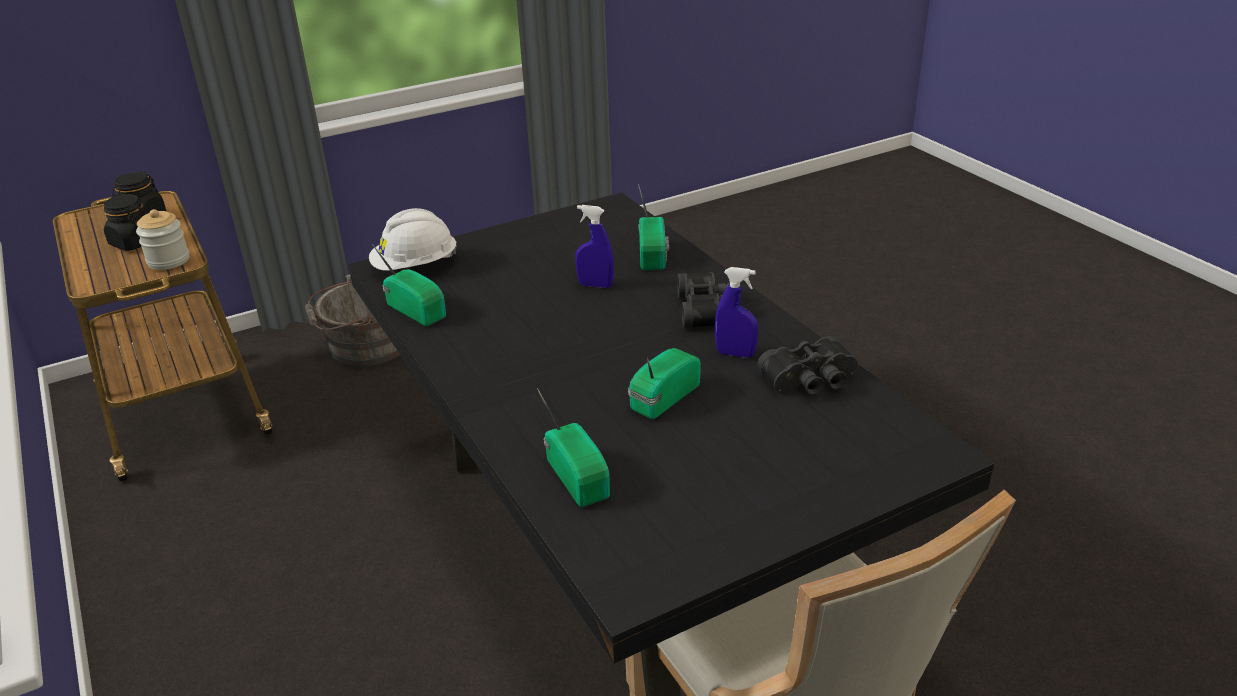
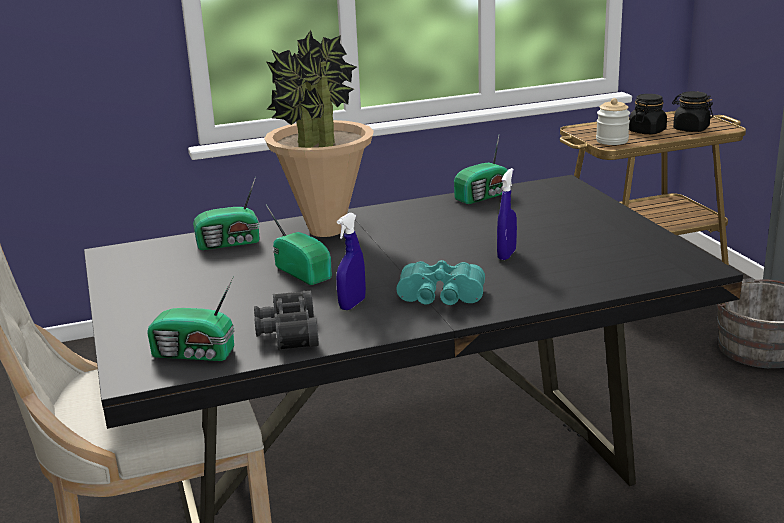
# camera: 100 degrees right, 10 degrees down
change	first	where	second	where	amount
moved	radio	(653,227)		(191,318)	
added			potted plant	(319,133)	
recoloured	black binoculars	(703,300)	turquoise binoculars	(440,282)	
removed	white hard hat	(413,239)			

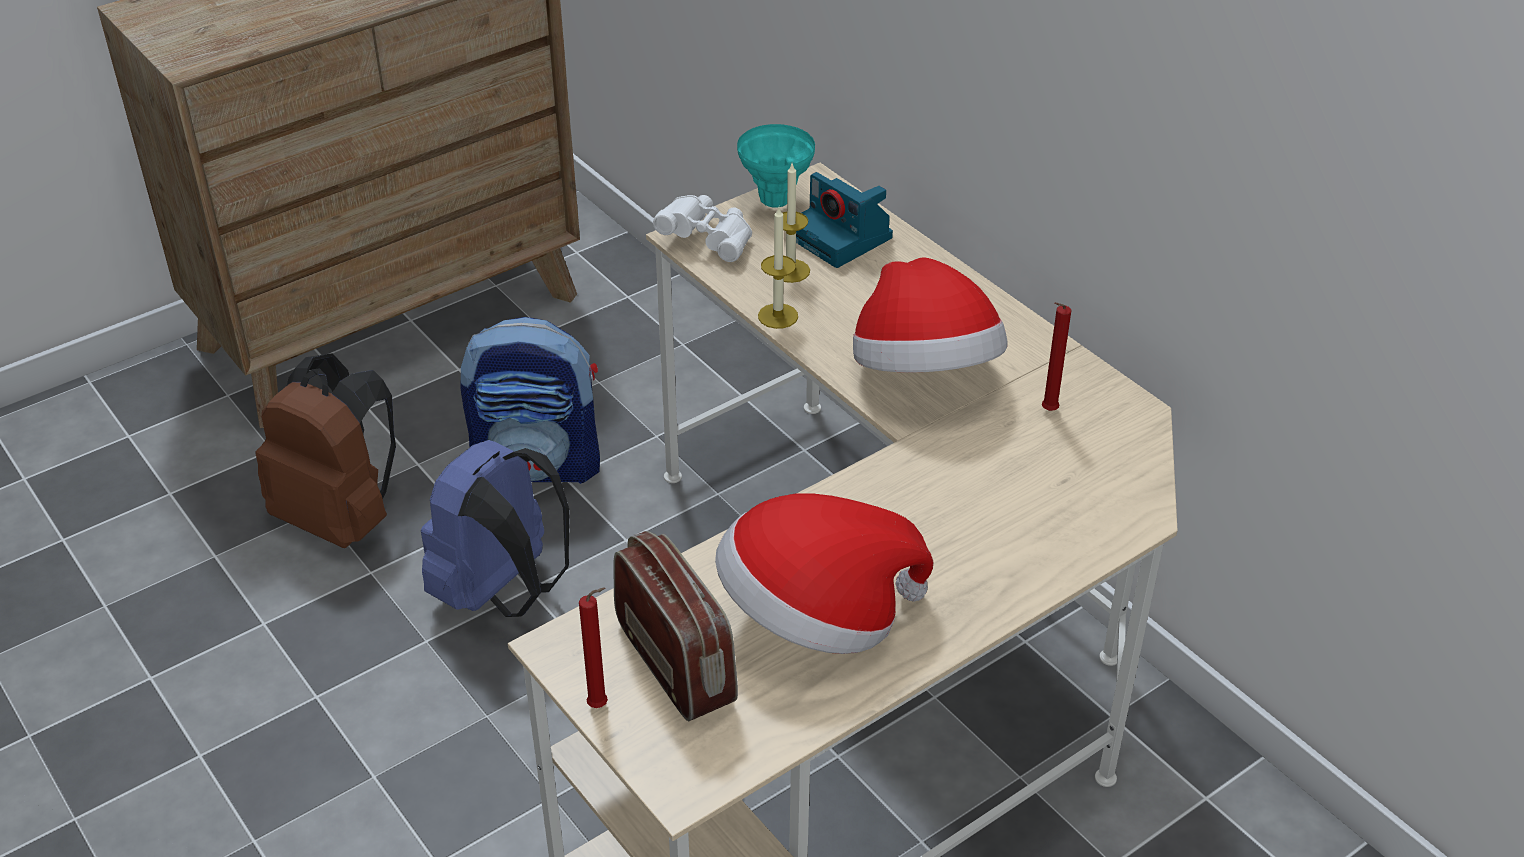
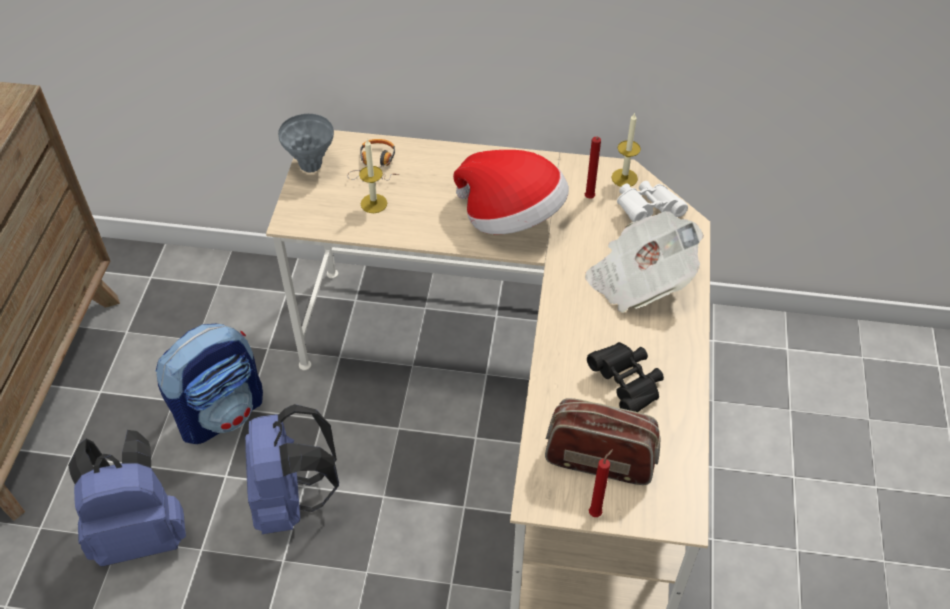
# camera: 45 degrees left, 10 degrees up
change	first	where	second	where	amount
recoloured	brown backpack	(326,450)	blue backpack	(127,498)	
recoloured	turquoise vase	(776,166)	grey vase	(306,143)	
replaced	photo camera	(844,220)	headphones	(373,160)	
added			newspaper	(644,262)	
replaced	hat	(824,573)	black binoculars	(625,377)	
moved	candle	(778,268)		(626,149)	
moved	white binoculars	(702,228)		(652,201)	

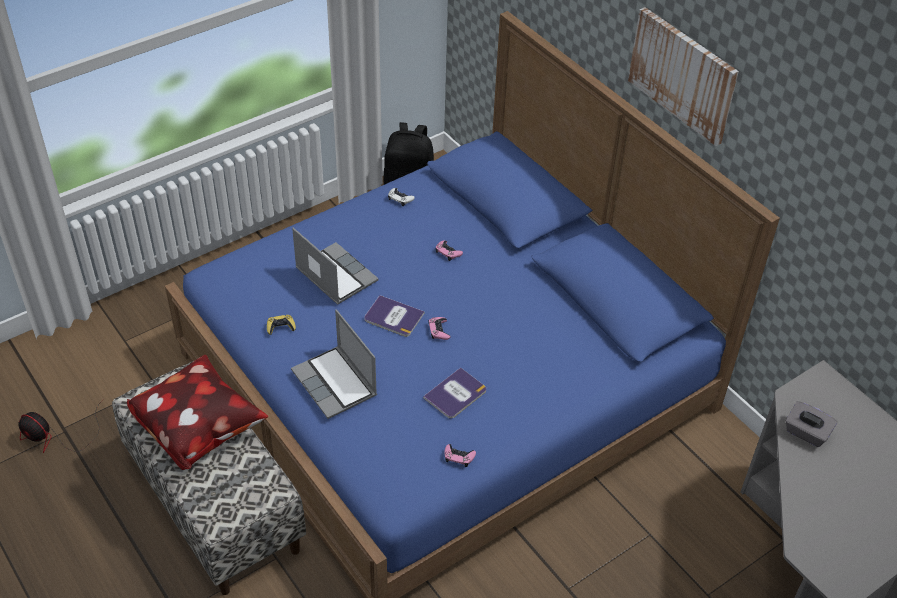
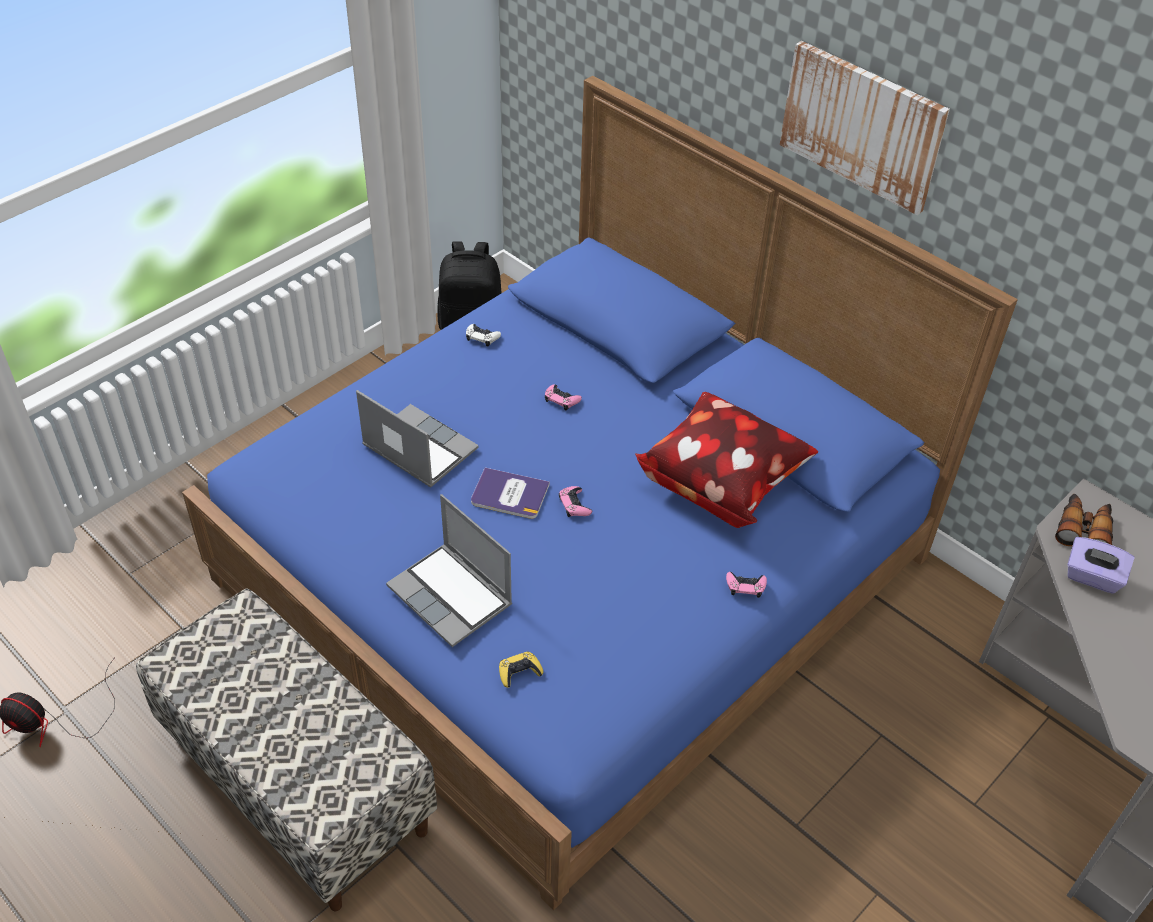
# camera: 10 degrees left, 0 degrees up
change	first	where	second	where	amount
moved	yellow game controller	(281,325)		(521,670)	
moved	pillow	(197,412)		(726,460)	
moved	pink game controller	(460,455)		(746,585)	
added			binoculars	(1084,520)	
recoloured	grey tissue box	(811,424)	purple tissue box	(1101,565)	
removed	book	(454,393)			

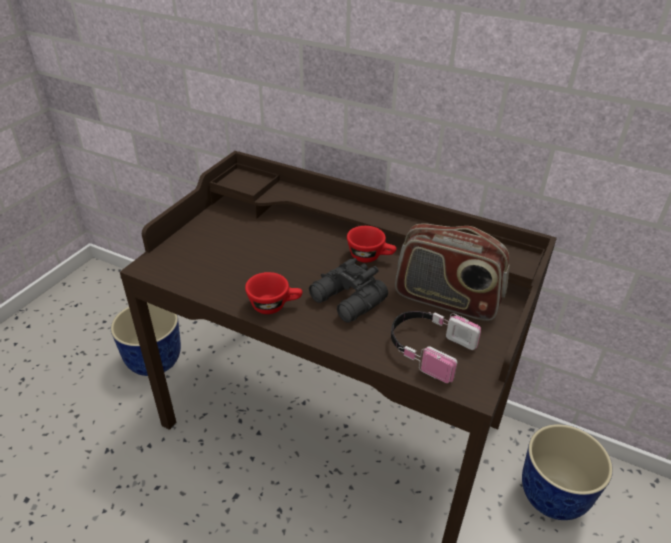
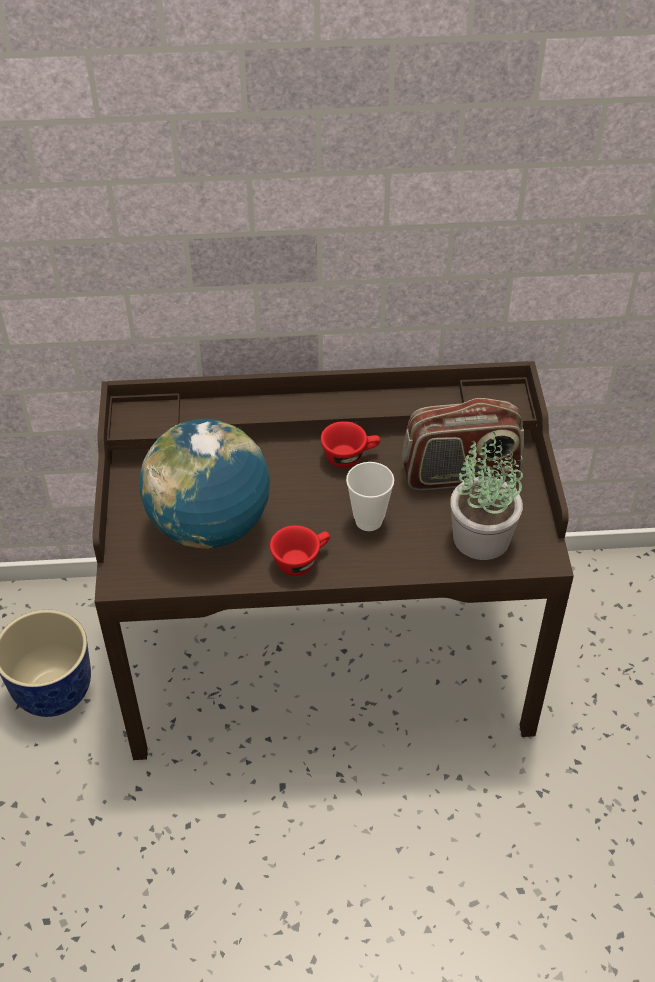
# camera: 30 degrees left, 10 degrees up
change	first	where	second	where	amount
added			globe	(205,484)	
replaced	black binoculars	(348,290)	cup	(370,496)	
replaced	headphones	(436,347)	potted plant	(486,496)	
removed	planter	(567,472)			

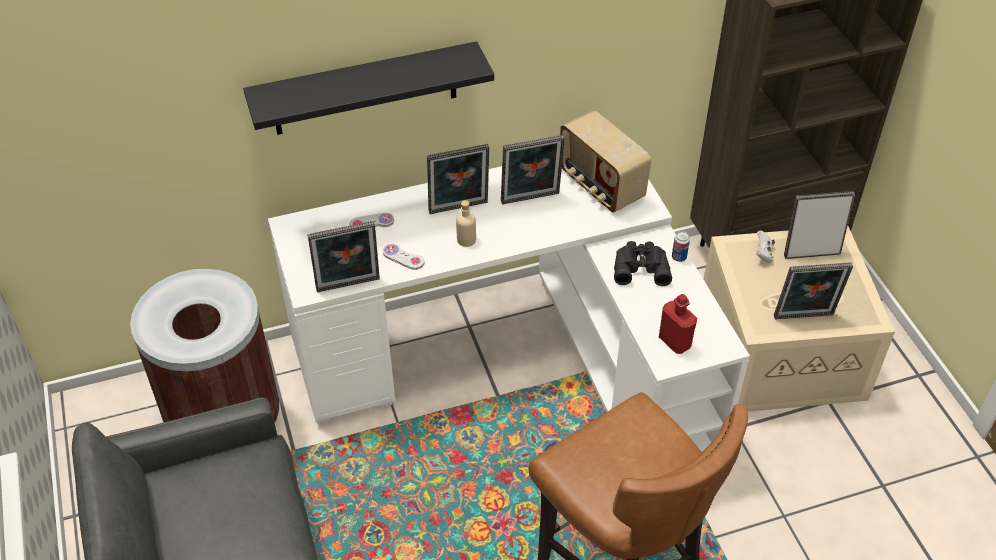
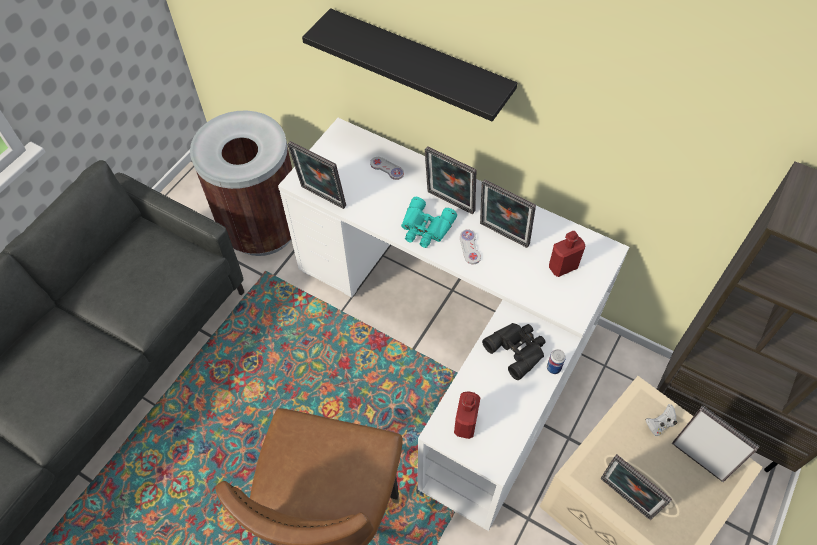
# camera: 50 degrees right, 10 degrees up
change	first	where	second	where	amount
replaced	beige bottle	(466,223)	turquoise binoculars	(429,222)	
moved	white game controller	(403,257)		(470,247)	
replaced	radio	(605,161)	red bottle	(567,254)	

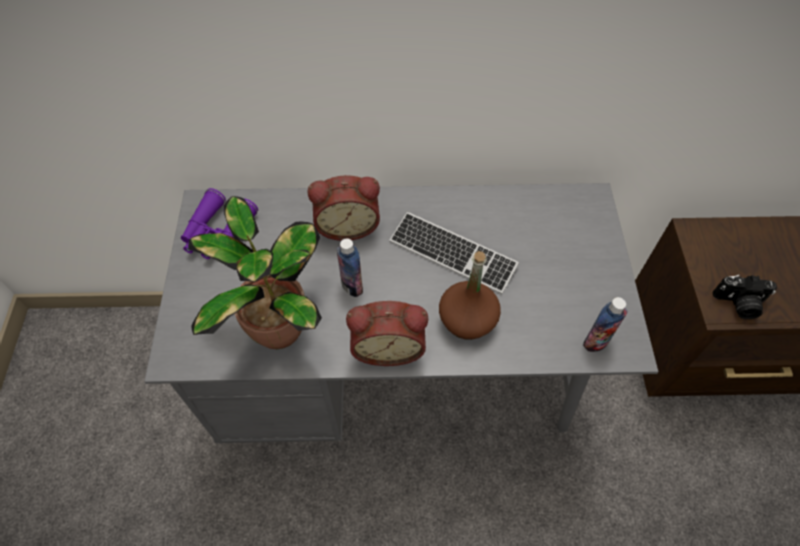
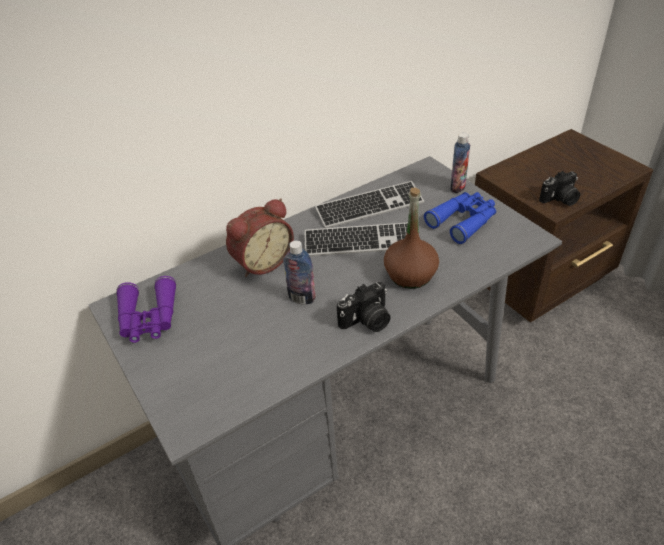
# camera: 30 degrees left, 15 degrees down
change	first	where	second	where	amount
added			keyboard	(369,204)	
replaced	alarm clock	(387,333)	photo camera	(363,307)	
added			blue binoculars	(460,218)	
moved	bottle	(605,324)		(460,163)	
removed	potted plant	(255,272)			

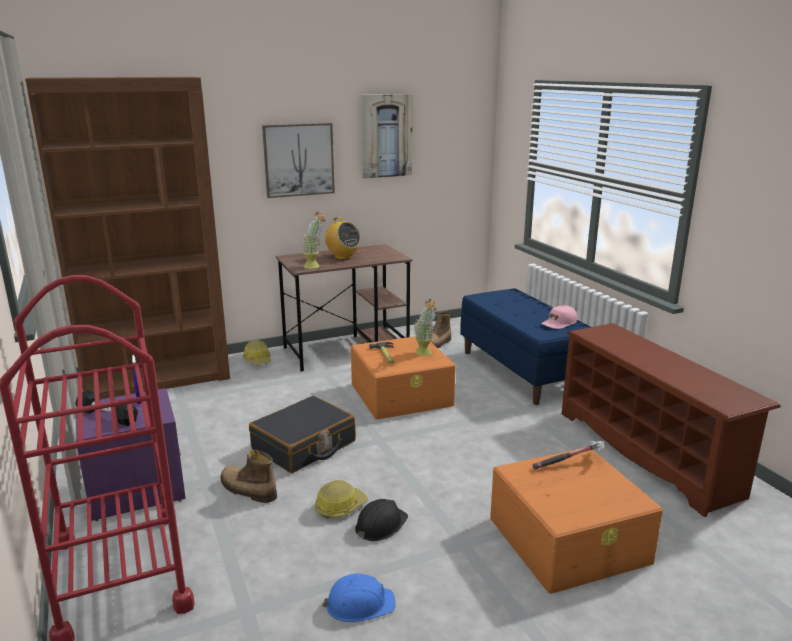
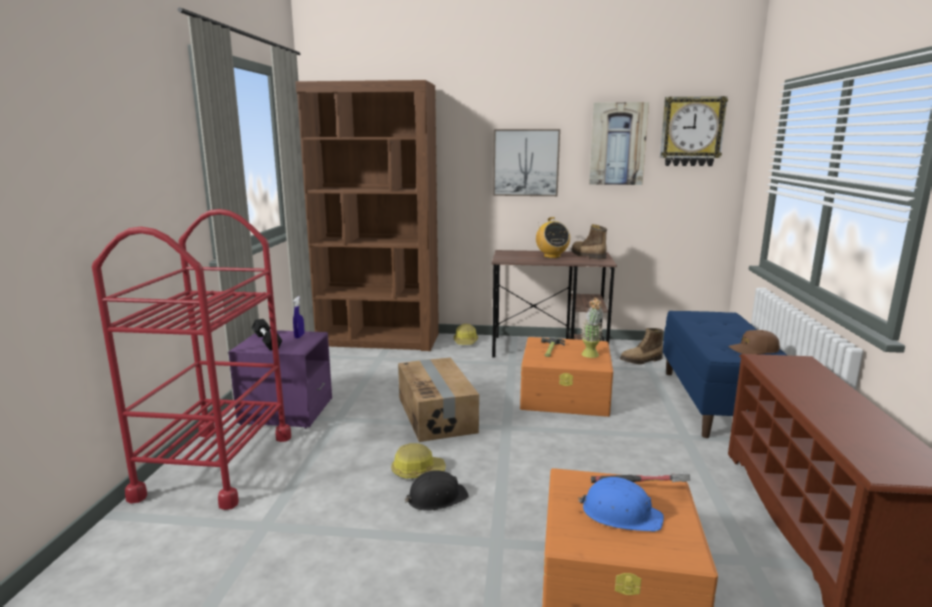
# camera: 30 degrees right, 5 degrees down
change	first	where	second	where	amount
replaced	black suitcase	(302,434)	cardboard box	(438,400)	
moved	boot	(248,476)		(589,241)	
moved	blue hard hat	(358,598)		(621,504)	
added			wall clock	(694,131)	
recoloured	pink cap	(559,317)	brown cap	(754,342)	
removed	potted plant	(313,240)			

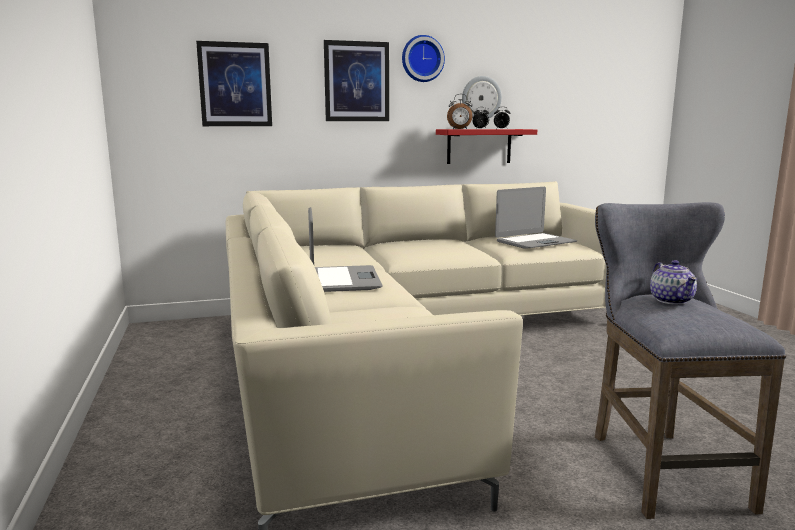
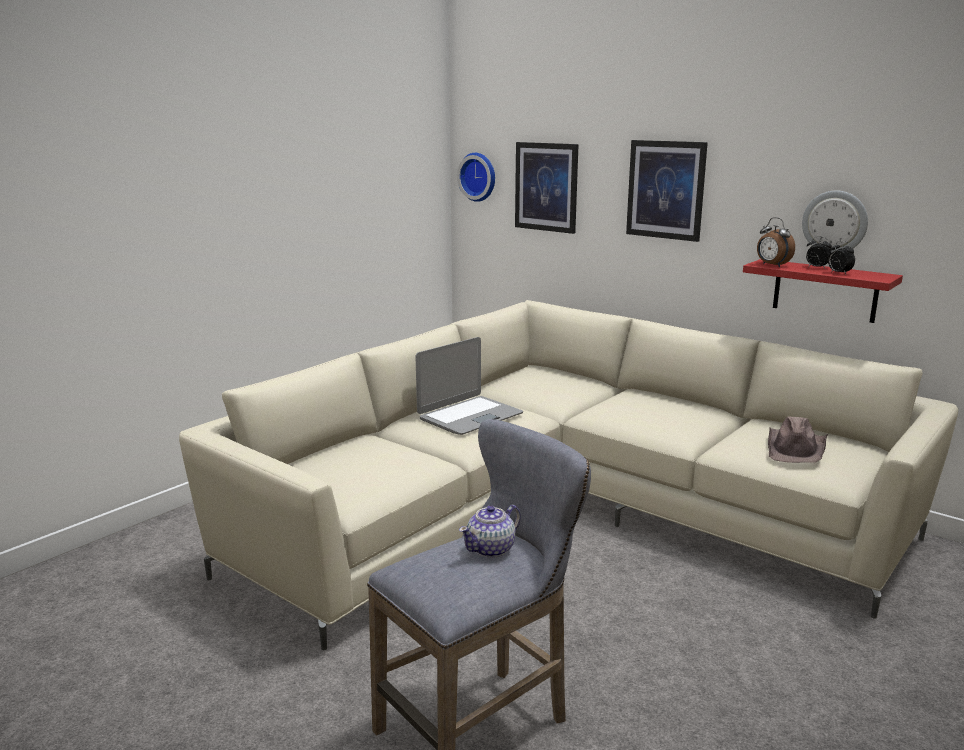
# camera: 55 degrees right, 5 degrees up
change	first	where	second	where	amount
moved	wall clock	(423,58)		(476,177)	
replaced	laptop	(536,217)	brown hat	(798,440)	

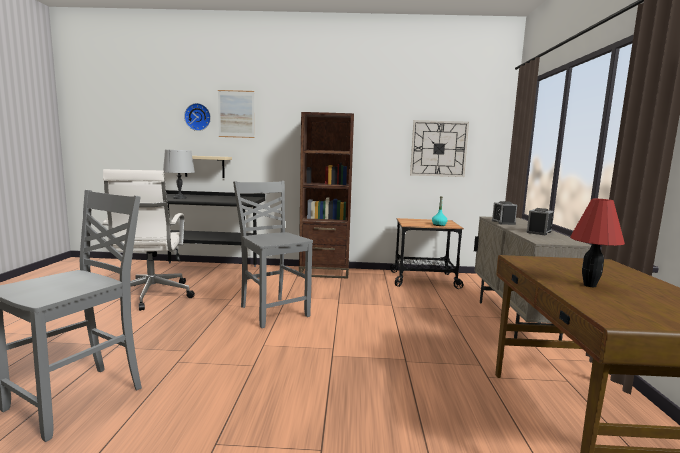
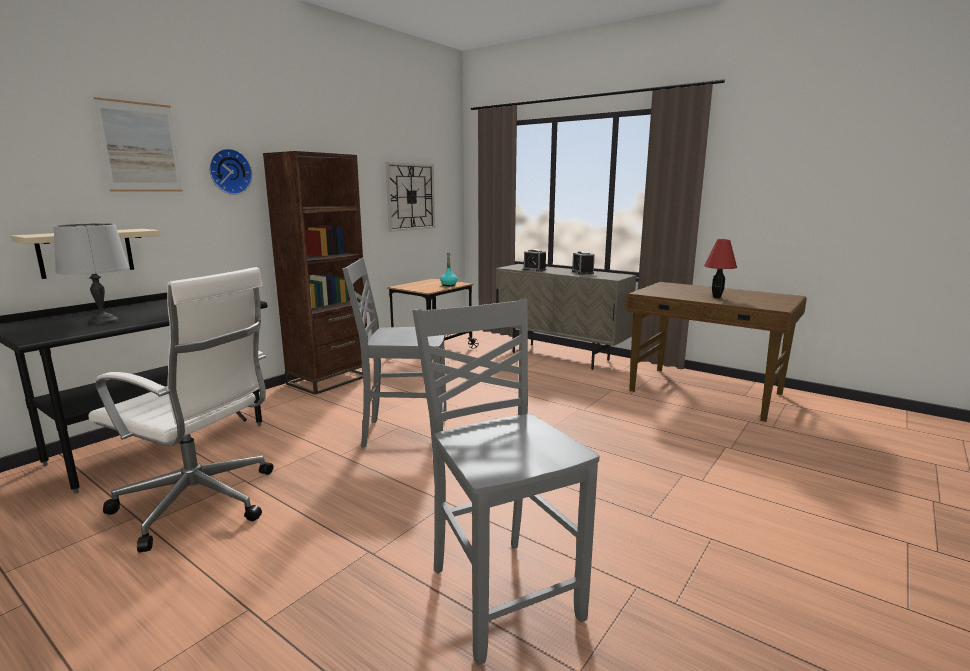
# camera: 55 degrees left, 5 degrees up
change	first	where	second	where	amount
moved	wall clock	(197,117)		(230,171)	

